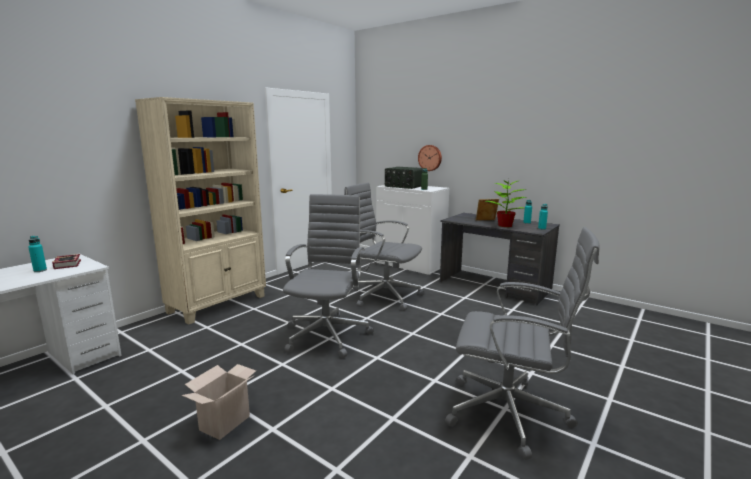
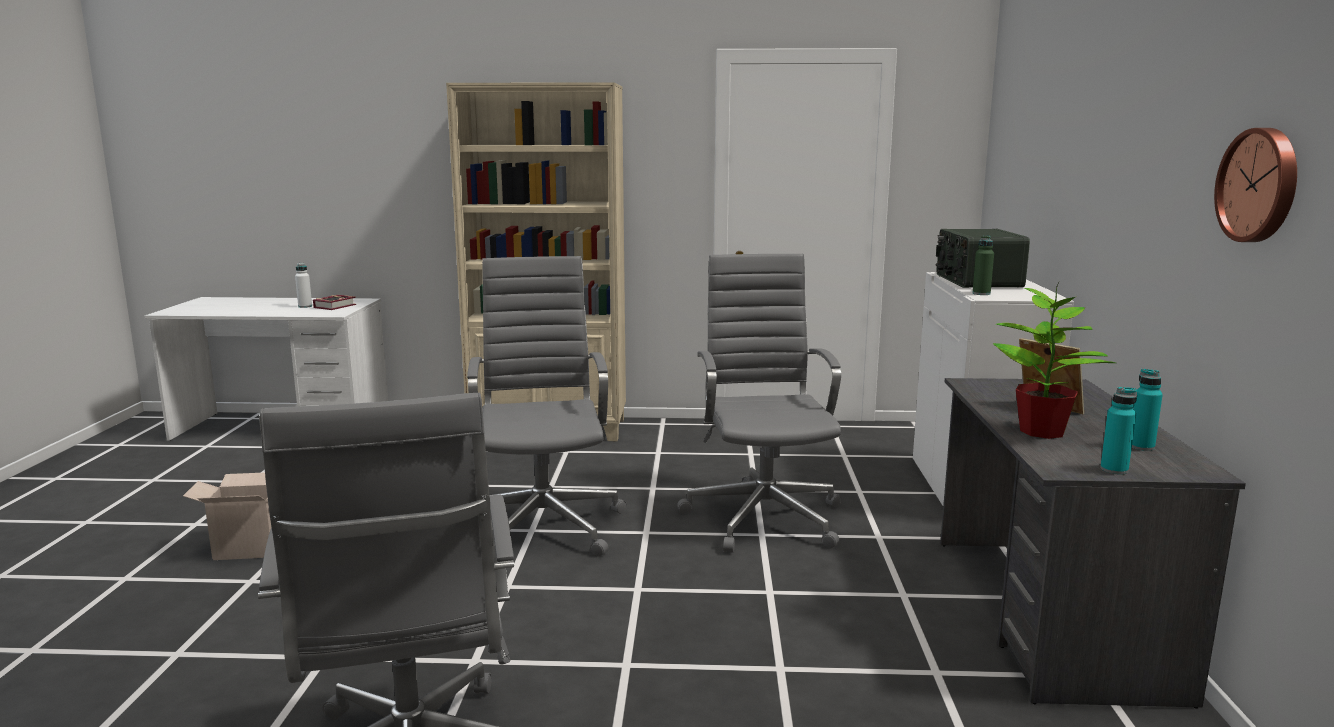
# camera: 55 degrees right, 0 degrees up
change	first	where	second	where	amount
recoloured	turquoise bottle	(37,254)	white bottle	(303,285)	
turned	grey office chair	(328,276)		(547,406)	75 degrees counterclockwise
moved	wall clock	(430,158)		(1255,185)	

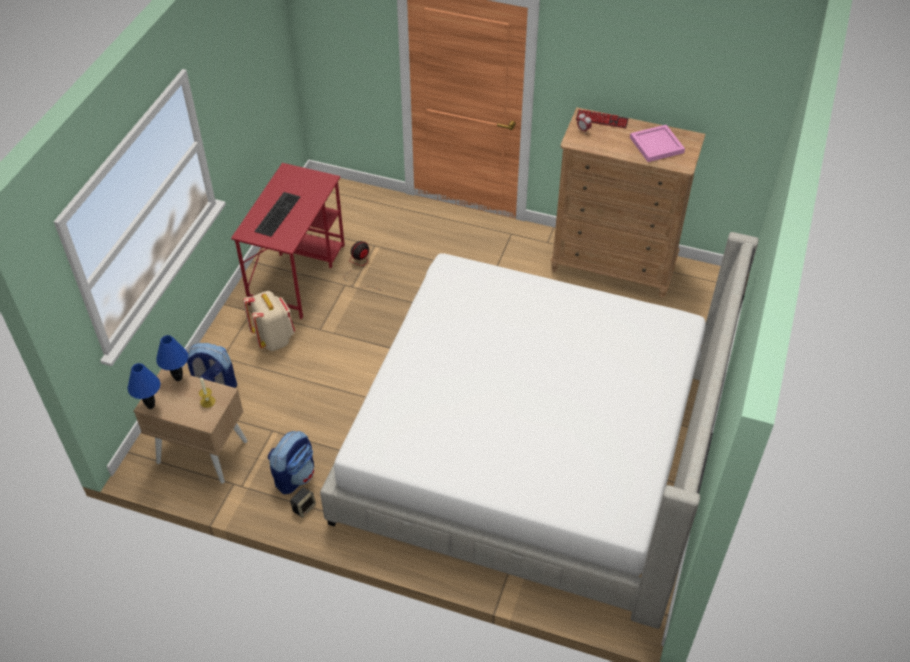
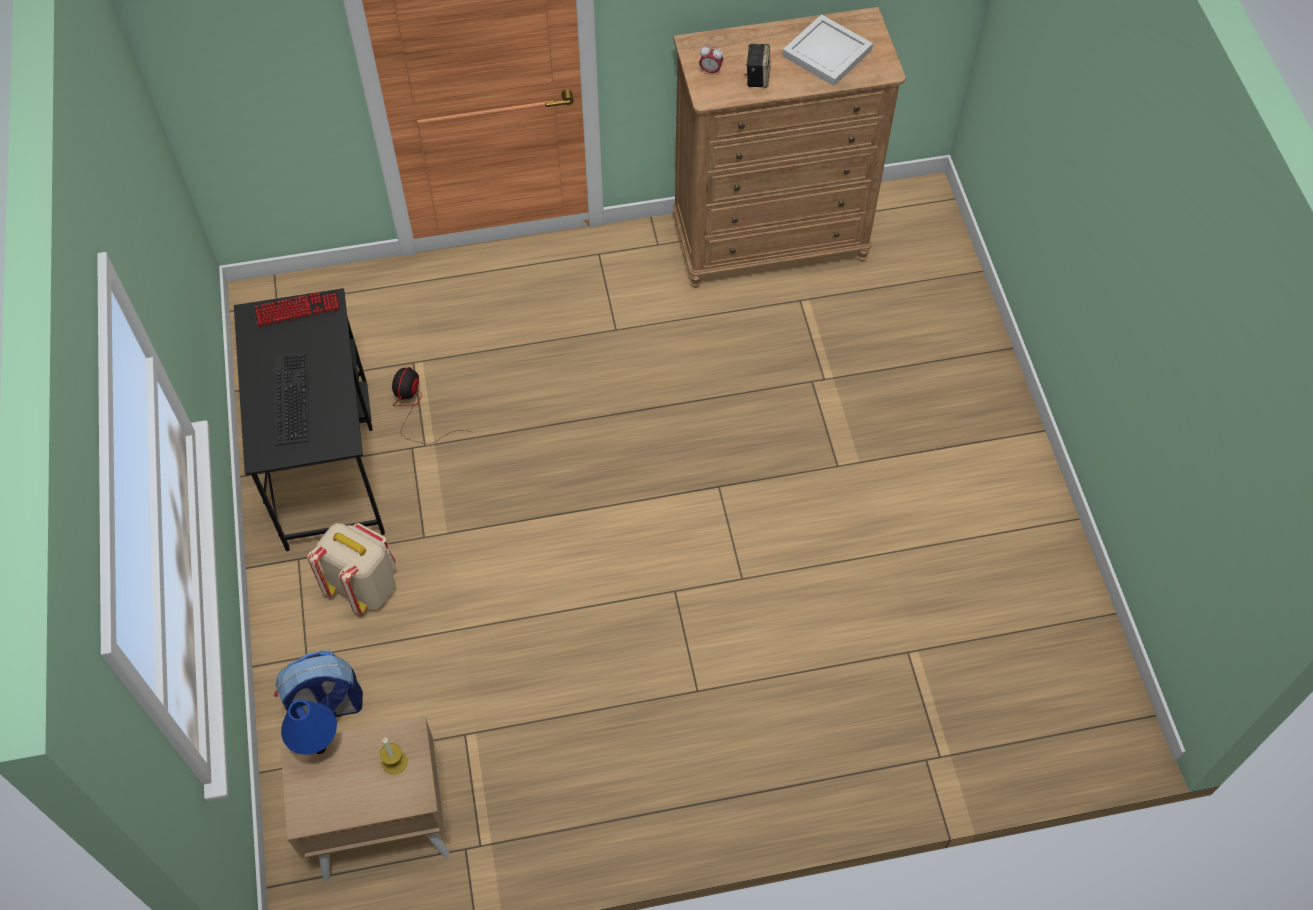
# camera: 30 degrees left, 10 degrees up
change	first	where	second	where	amount
recoloured	red desk	(288,241)	black desk	(309,419)	
moved	keyboard	(602,118)		(297,308)	
moved	speaker	(303,502)		(757,66)	
recoloured	pink tray	(657,143)	white tray	(827,50)	
removed	blue table lamp	(144,386)			
removed	backpack	(291,462)			
removed	bed	(539,430)			

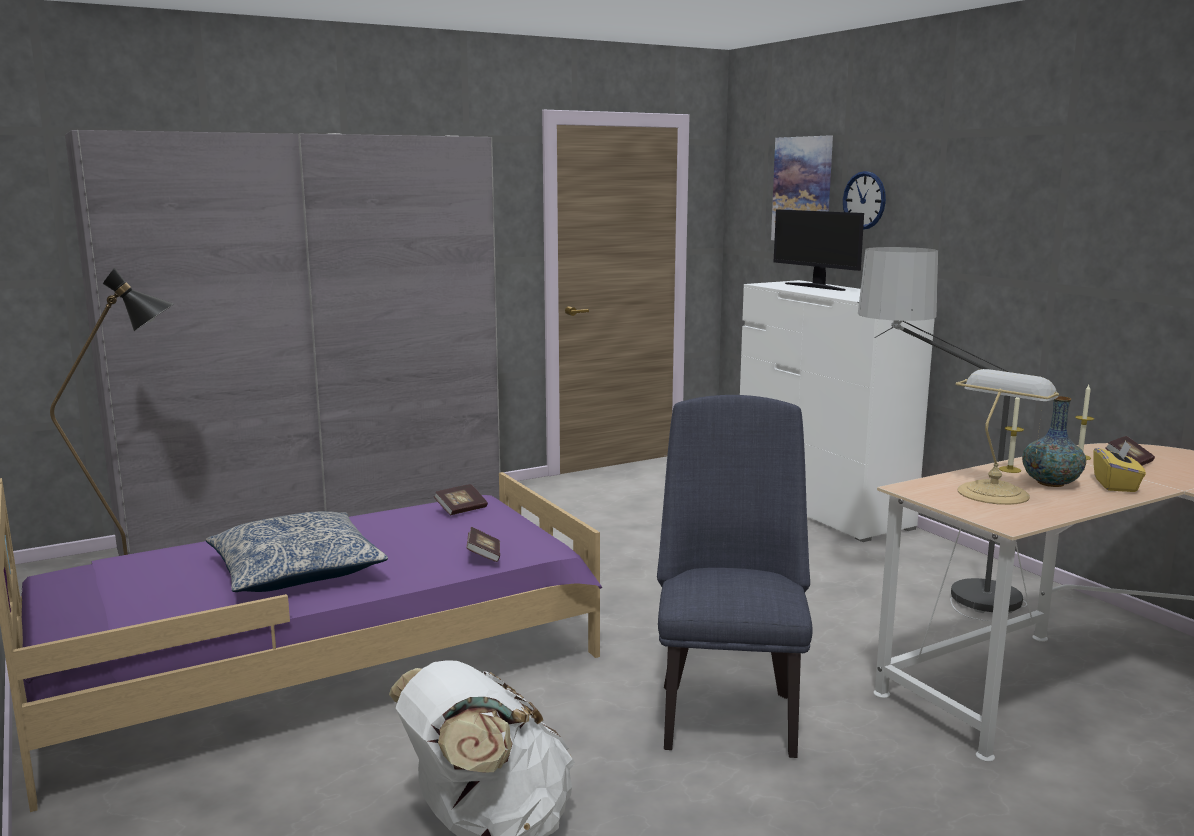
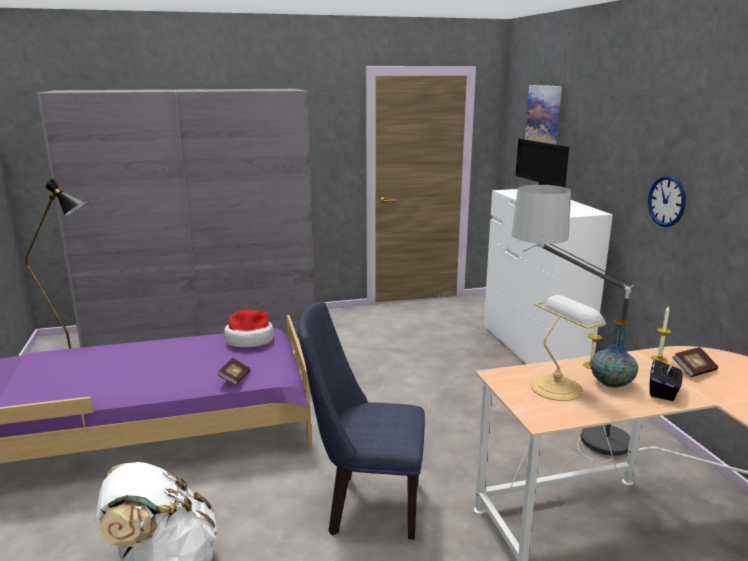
# camera: 15 degrees right, 5 degrees up
change	first	where	second	where	amount
replaced	book	(461,499)	hat	(249,328)	
turned	blue chair	(735,576)		(361,420)	105 degrees counterclockwise
moved	wall clock	(864,200)		(667,201)	
recoloured	yellow tissue box	(1120,466)	black tissue box	(666,380)	
removed	pillow	(297,551)			

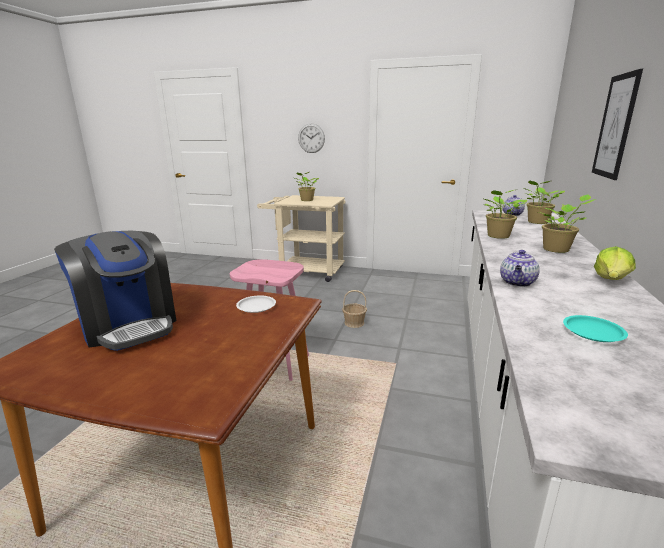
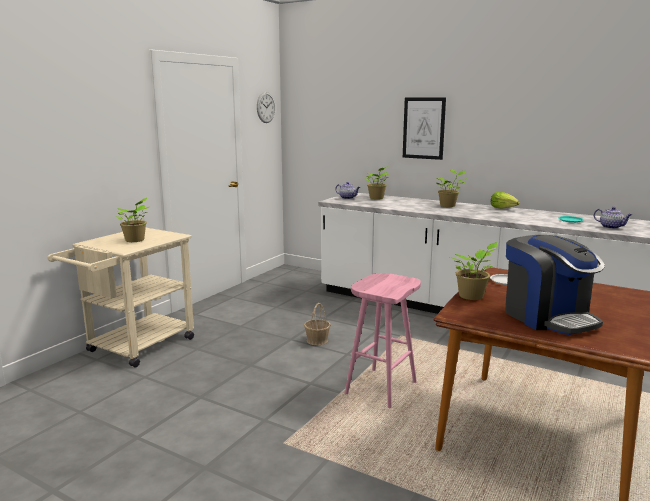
# camera: 75 degrees left, 5 degrees down
change	first	where	second	where	amount
moved	wall clock	(311,138)		(266,107)	
moved	potted plant	(505,214)		(474,271)	
turned	coffee machine	(115,291)		(555,285)	90 degrees clockwise
moved	teapot	(520,268)		(613,218)	

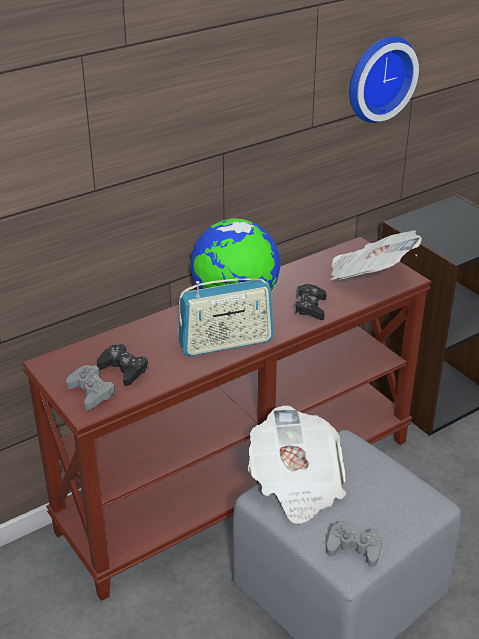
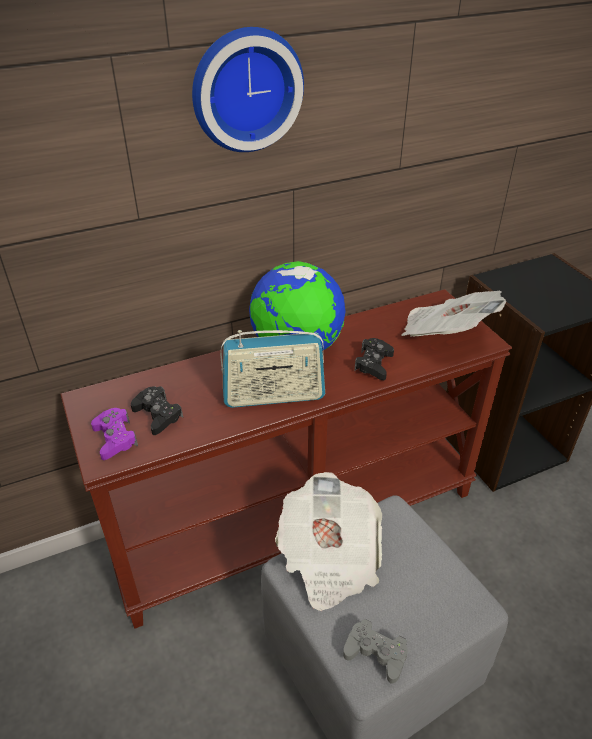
# camera: 10 degrees right, 5 degrees up
change	first	where	second	where	amount
recoloured	grey game controller	(91,387)	purple game controller	(114,434)	
moved	wall clock	(384,79)		(248,89)	

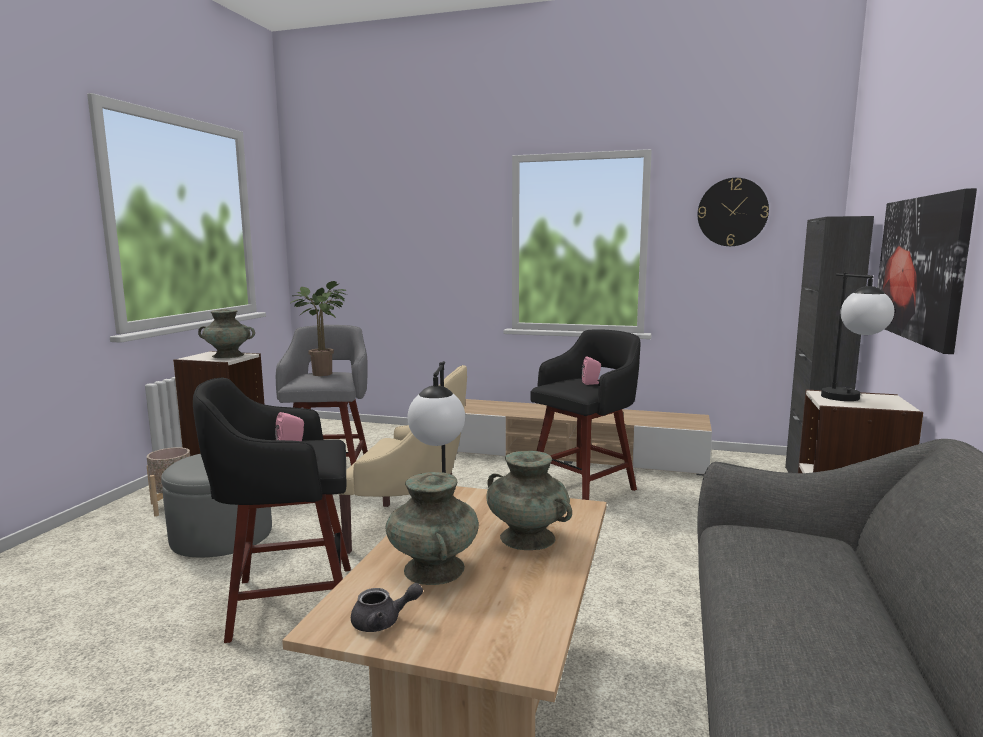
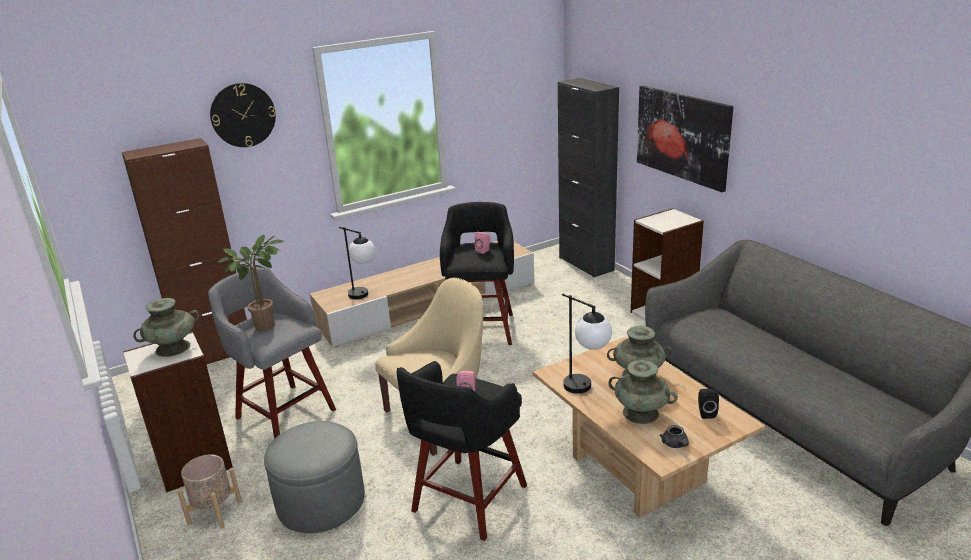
# camera: 45 degrees left, 15 degrees up
change	first	where	second	where	amount
added			brown cabinet	(184,251)	
moved	wall clock	(733,212)		(243,115)	
moved	table lamp	(857,336)		(357,263)	
turned	grey teapot	(387,607)		(674,436)	135 degrees clockwise
added			black speaker	(708,404)	

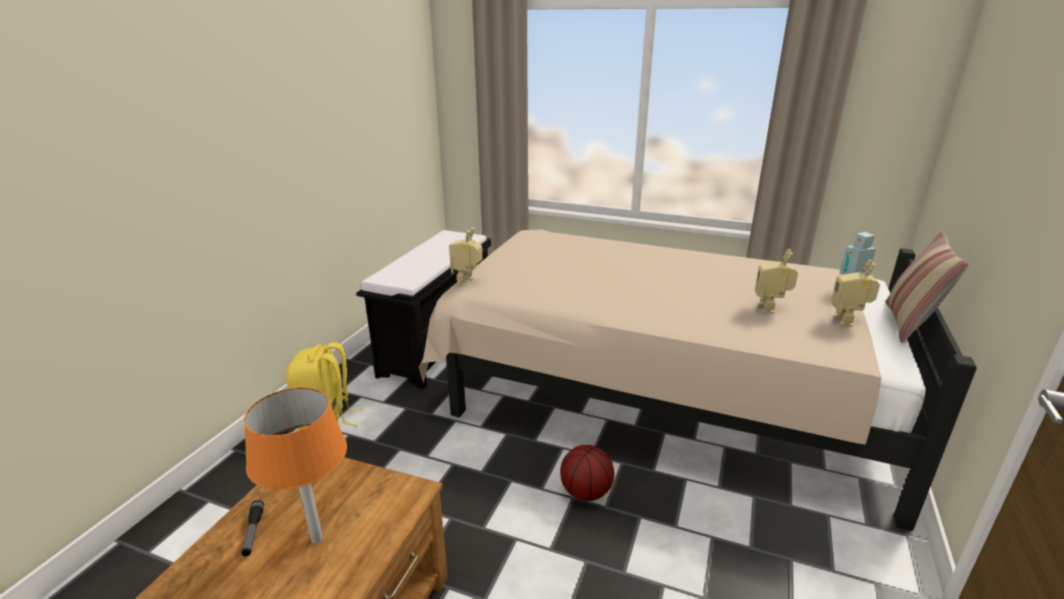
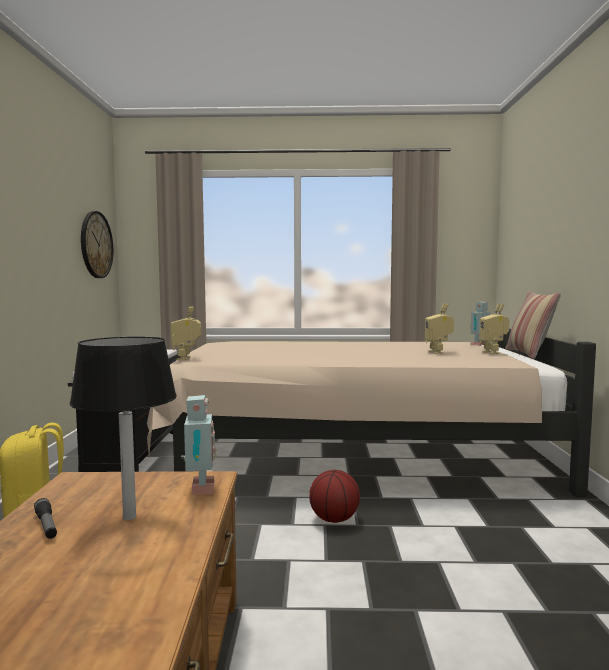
# camera: 20 degrees left, 20 degrees down
change	first	where	second	where	amount
recoloured	orange table lamp	(295,465)	black table lamp	(123,428)	
added			wall clock	(97,244)	
added			toy robot	(199,445)	

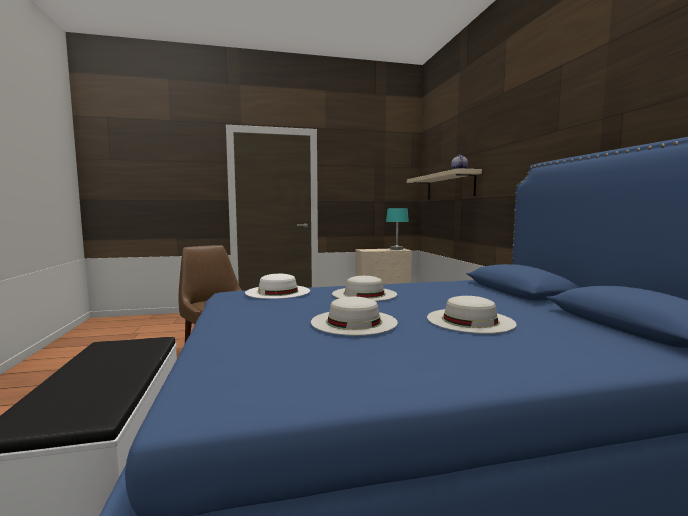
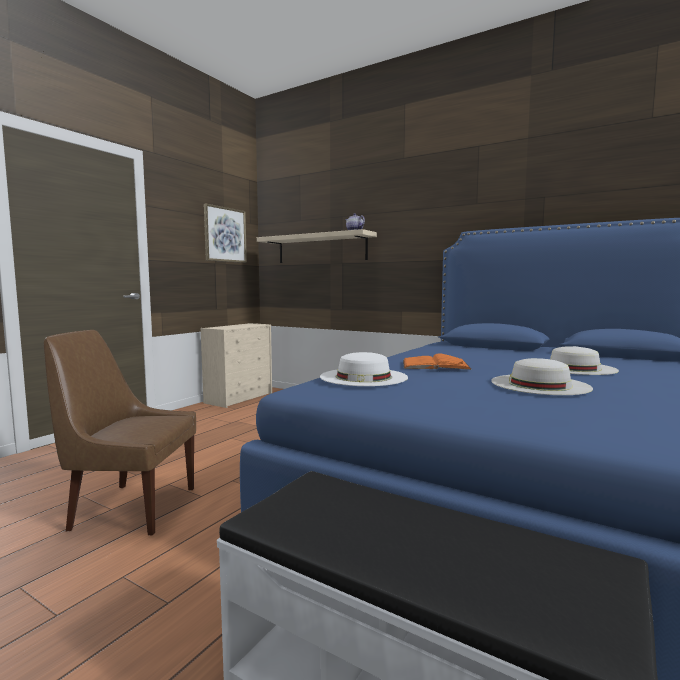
# camera: 45 degrees left, 0 degrees up
change	first	where	second	where	amount
added			picture	(225,233)	
replaced	white hat	(364,288)	orange book	(437,361)	
removed	turquoise table lamp	(397,229)			

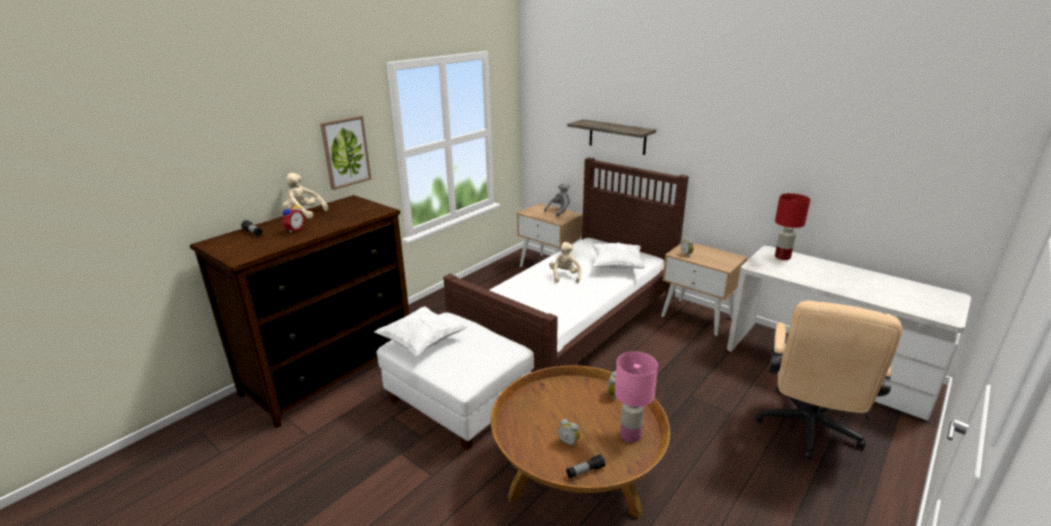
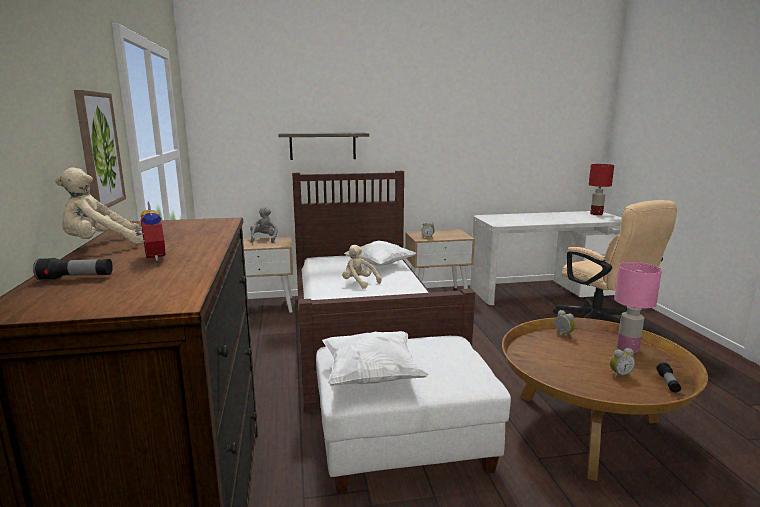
# camera: 50 degrees left, 10 degrees down
change	first	where	second	where	amount
moved	red table lamp	(792,226)		(601,189)	

